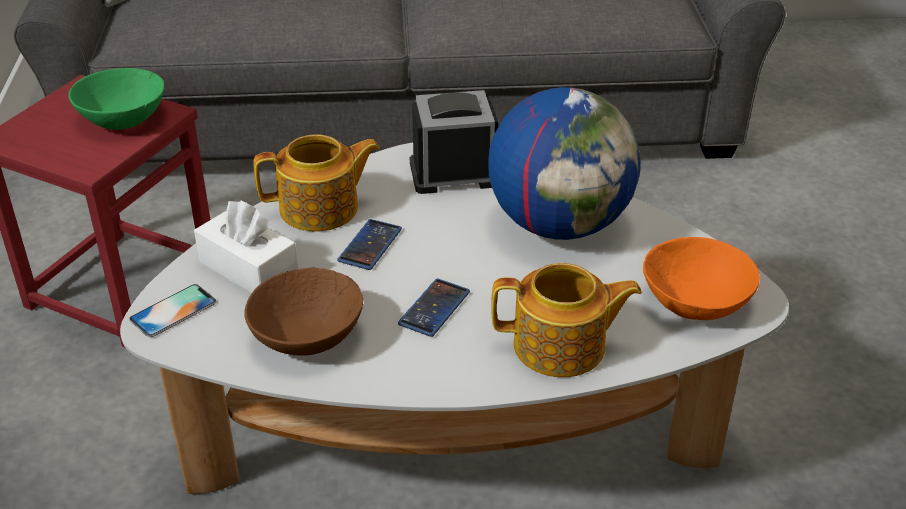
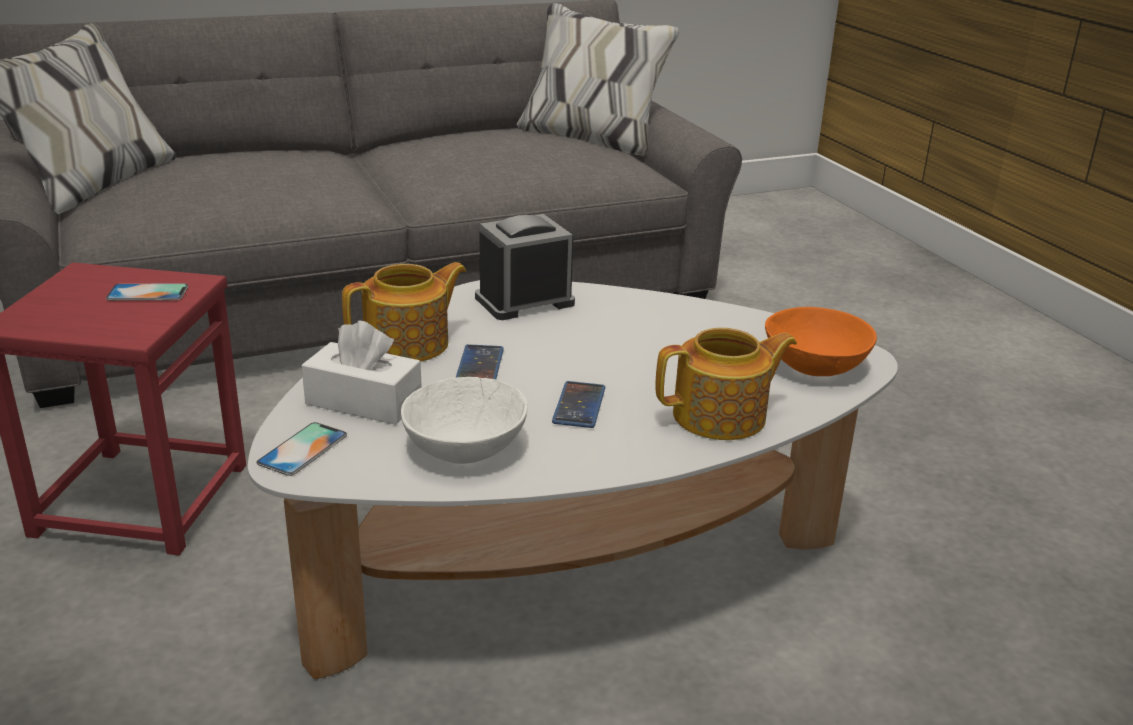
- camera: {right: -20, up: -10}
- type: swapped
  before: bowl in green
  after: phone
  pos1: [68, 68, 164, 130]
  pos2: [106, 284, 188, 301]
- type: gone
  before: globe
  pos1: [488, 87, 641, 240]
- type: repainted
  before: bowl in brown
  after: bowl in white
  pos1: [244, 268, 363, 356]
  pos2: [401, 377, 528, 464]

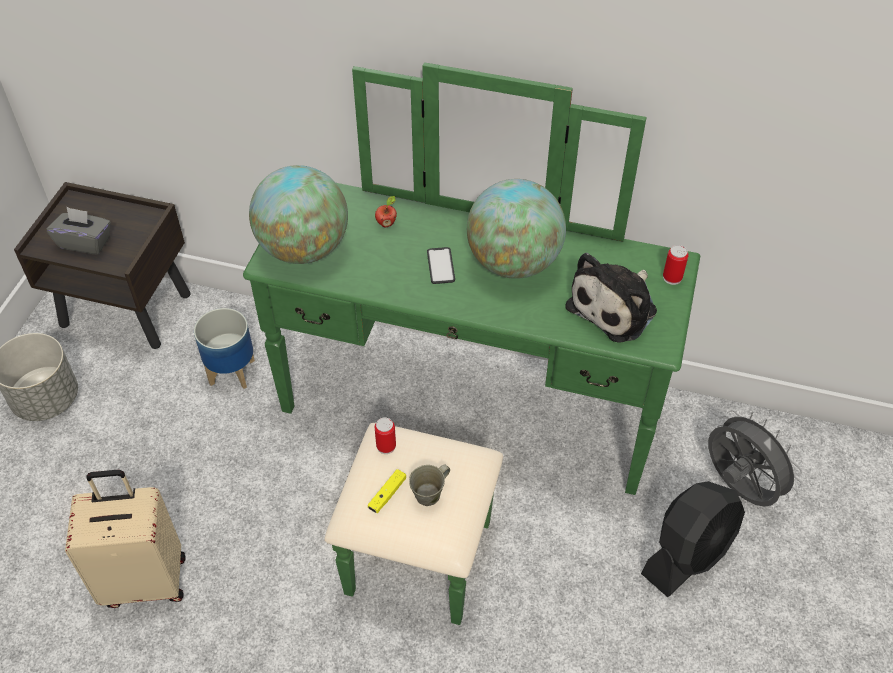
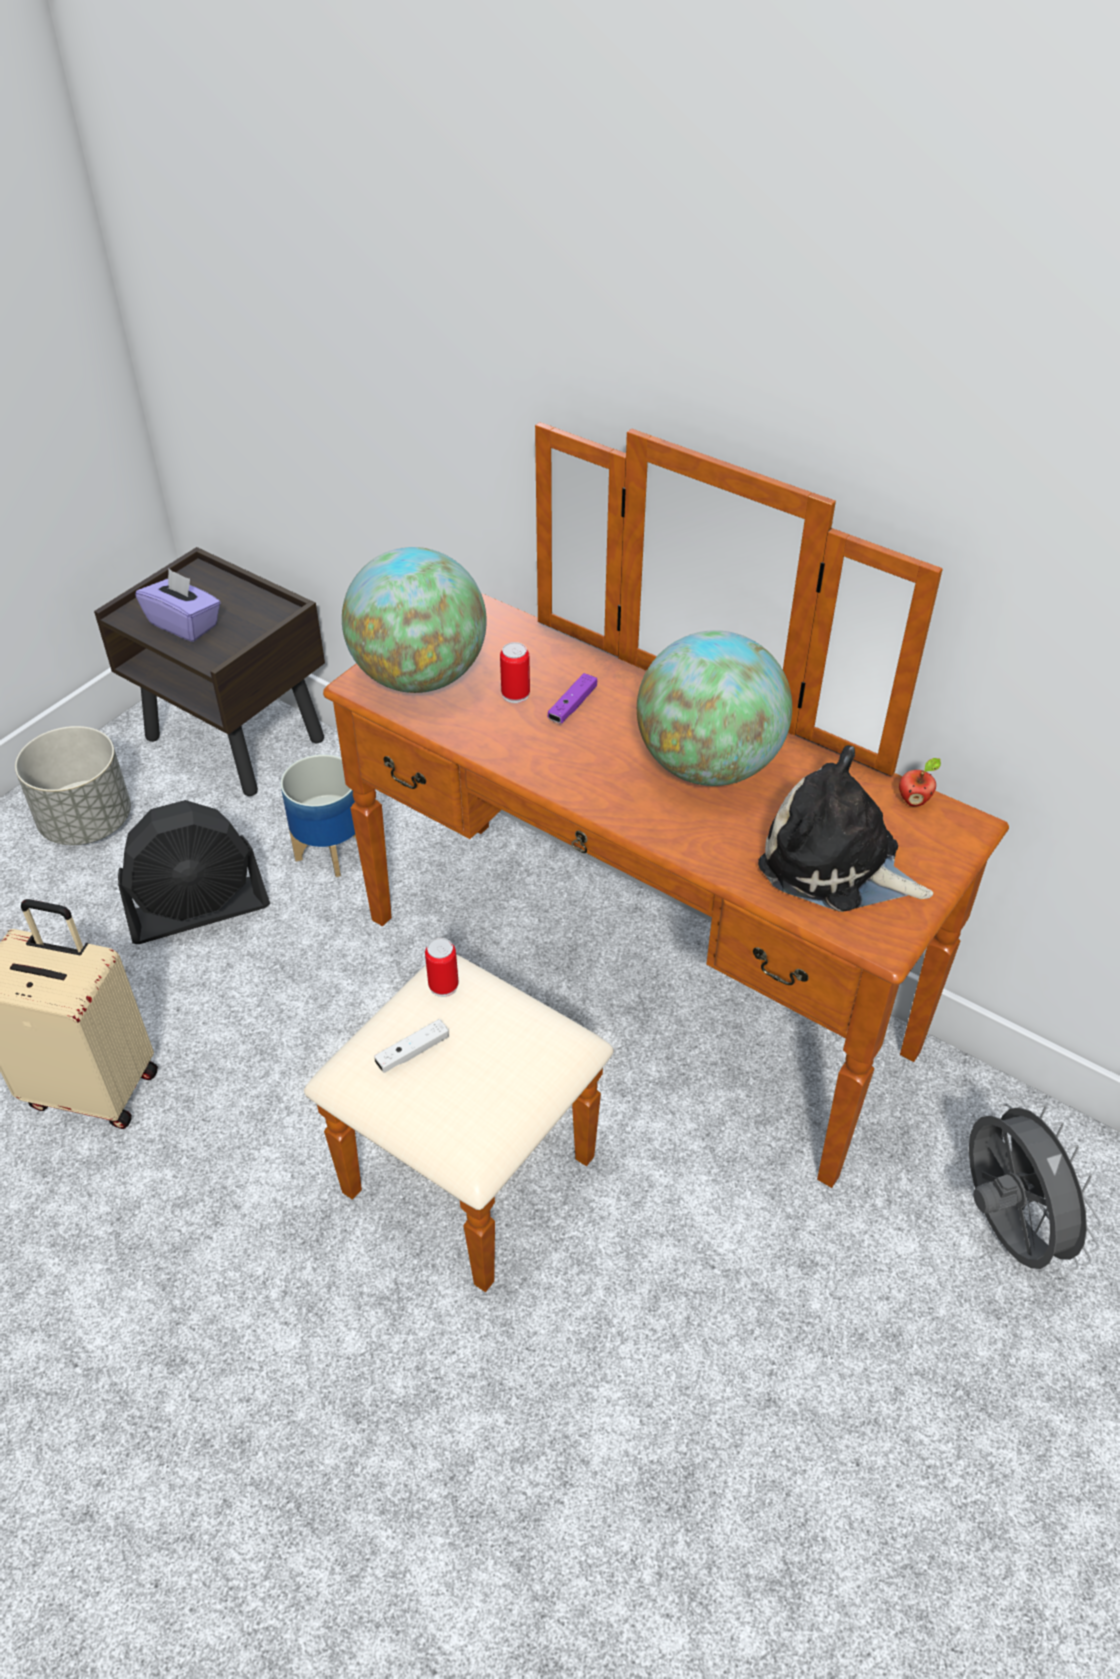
- camera: {right: 20, up: -5}
- type: repainted
  before: dresser in green
  after: dresser in brown
  pos1: [243, 62, 700, 625]
  pos2: [304, 422, 1009, 1292]
- type: shifted
  before: apple
  pos1: [375, 196, 397, 227]
  pos2: [899, 758, 941, 806]
- type: repainted
  before: tissue box in grey
  after: tissue box in purple
  pos1: [46, 207, 111, 255]
  pos2: [136, 568, 221, 642]
- type: shifted
  before: can
  pos1: [663, 245, 688, 285]
  pos2: [500, 642, 530, 703]
- type: gone
  before: phone
  pos1: [427, 247, 455, 284]
- type: rotated
  before: plush toy
  pos1: [565, 253, 657, 343]
  pos2: [758, 745, 933, 912]
  turn: 60
- type: gone
  before: mug in grey
  pos1: [409, 464, 450, 506]
- type: repainted
  before: game controller in yellow
  after: game controller in white
  pos1: [368, 469, 406, 513]
  pos2: [374, 1019, 449, 1073]
- type: shifted
  before: fan in black
  pos1: [641, 481, 745, 597]
  pos2: [118, 800, 270, 944]
- type: new
  after: game controller in purple
  pos2: [548, 673, 597, 723]

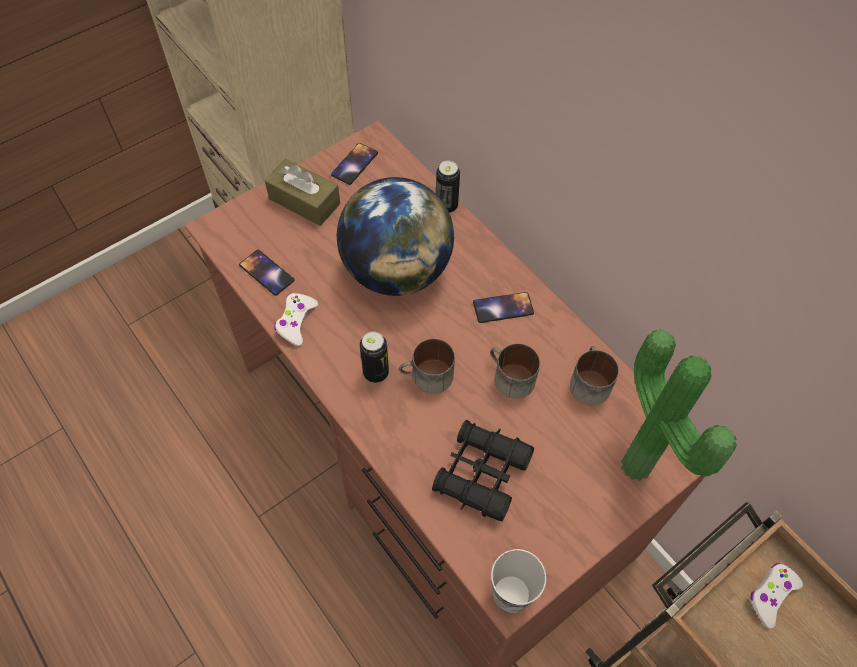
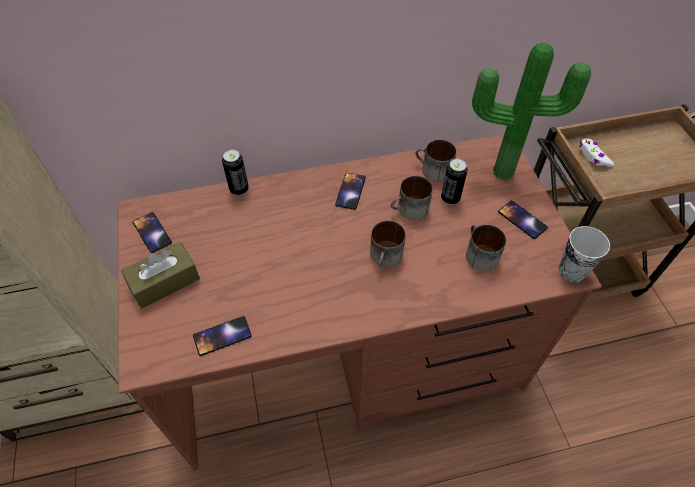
- camera: {right: -65, up: -5}
- type: gone
  before: globe
  pos1: [337, 177, 454, 296]
- type: gone
  before: game controller in white
  pos1: [274, 293, 318, 346]
- type: shifted
  before: can
  pos1: [360, 331, 389, 383]
  pos2: [441, 159, 468, 205]
- type: swapped
  before: binoculars in black
  after: mug
  pos1: [432, 420, 534, 521]
  pos2: [466, 225, 506, 271]
- type: new
  after: phone
  pos2: [498, 201, 548, 239]

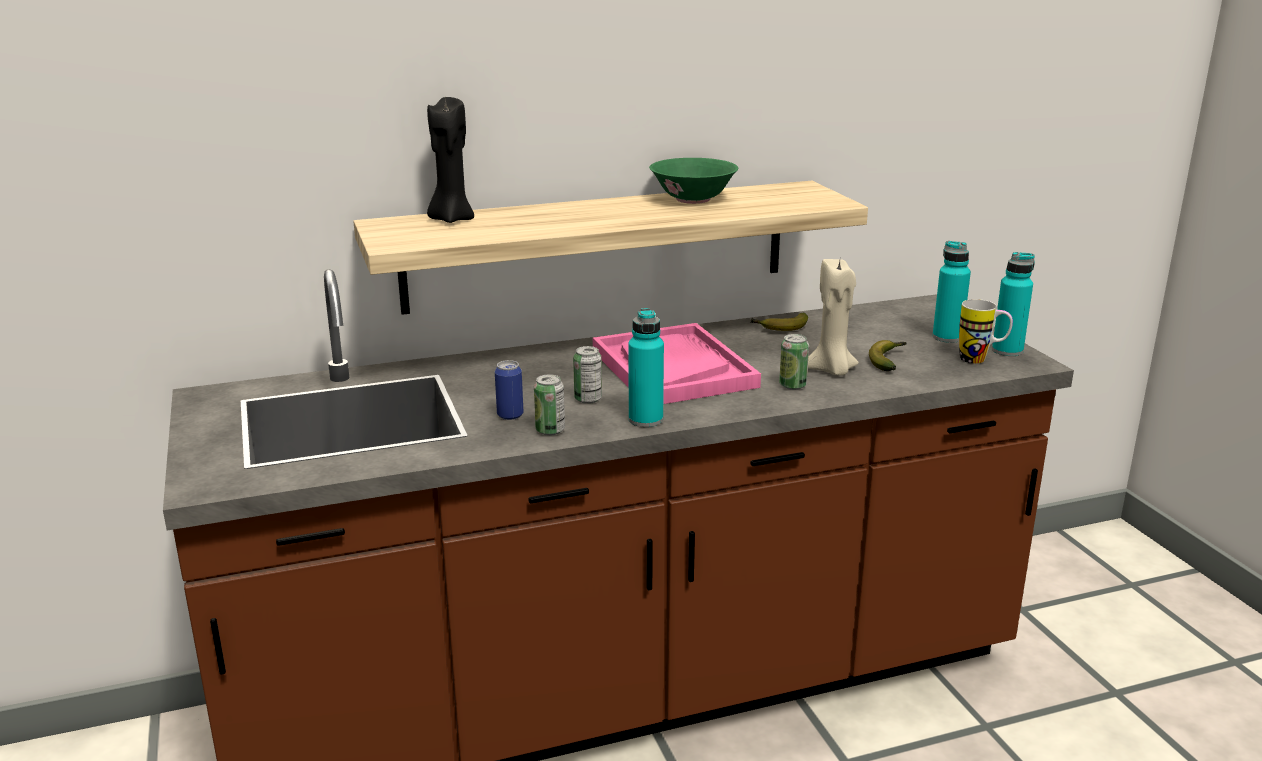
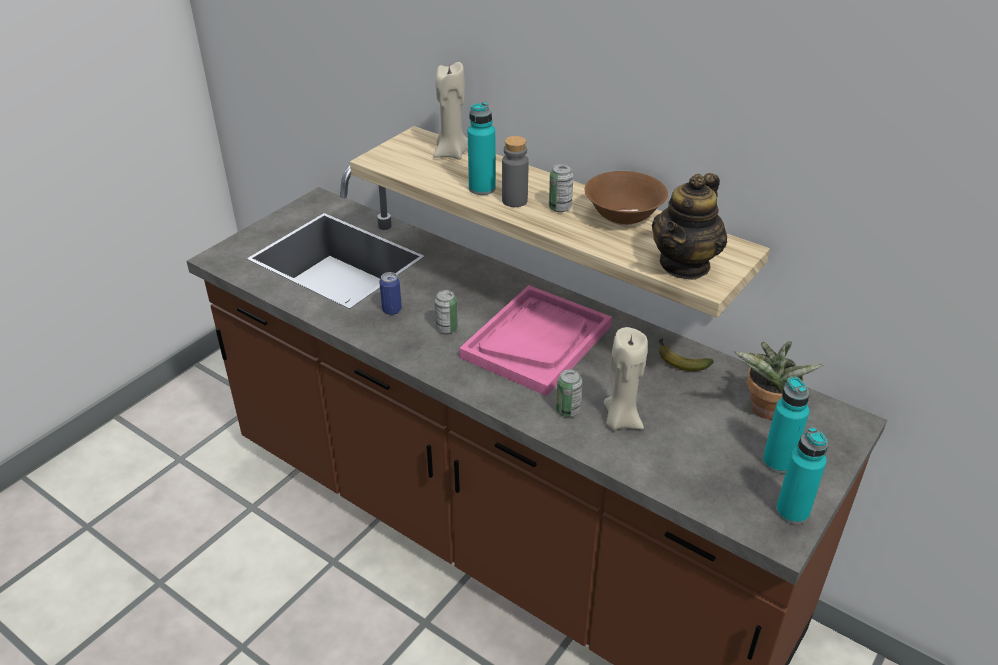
- camera: {right: 55, up: 15}
- type: repainted
  before: candle in black
  after: candle in beige
  pos1: [427, 97, 474, 223]
  pos2: [433, 62, 468, 160]
- type: repainted
  before: bowl in green
  after: bowl in brown
  pos1: [649, 158, 739, 204]
  pos2: [585, 171, 668, 225]
- type: gone
  before: mug
  pos1: [959, 299, 1013, 364]
- type: shifted
  before: bottle in turquoise
  pos1: [628, 308, 664, 427]
  pos2: [468, 102, 496, 195]
- type: gone
  before: banana
  pos1: [869, 340, 907, 371]
- type: shifted
  before: can
  pos1: [534, 374, 565, 436]
  pos2: [549, 164, 574, 212]
- type: new
  after: bottle in grey
  pos2: [502, 136, 529, 207]
- type: new
  after: teapot
  pos2: [652, 173, 727, 280]
- type: new
  after: potted plant
  pos2: [734, 341, 824, 420]

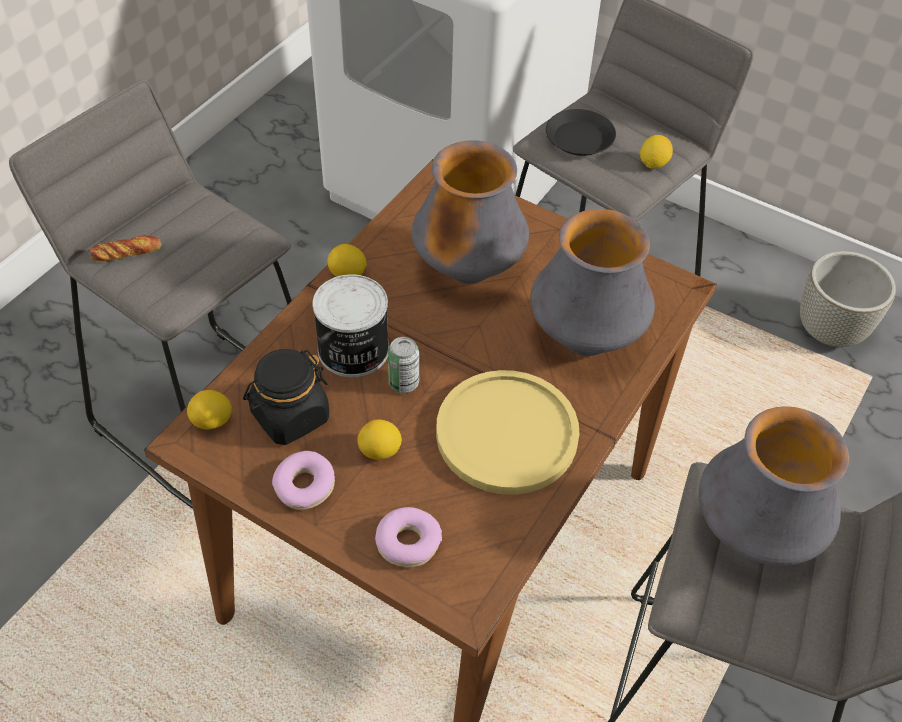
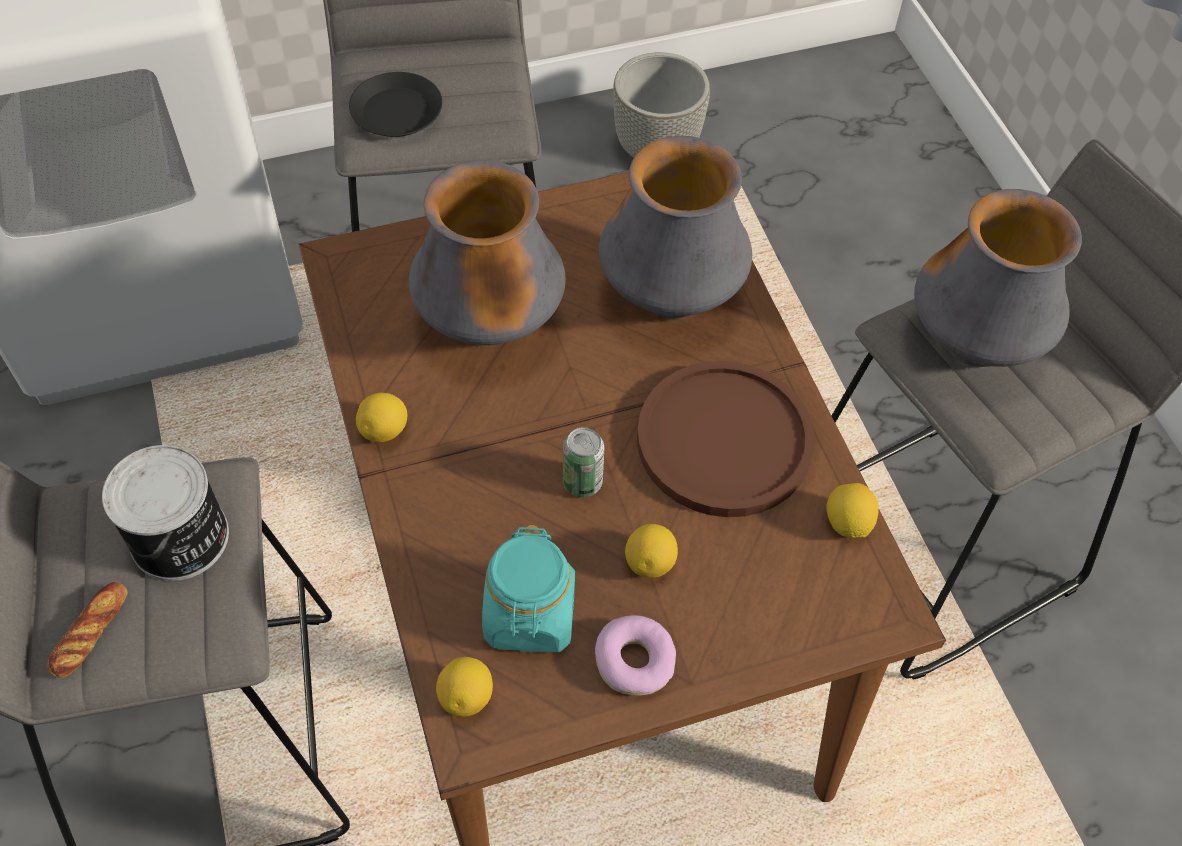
- camera: {right: -50, up: 5}
- type: shifted
  before: lemon
  pos1: [640, 135, 673, 169]
  pos2: [826, 483, 879, 538]
- type: shifted
  before: can
  pos1: [312, 274, 389, 377]
  pos2: [102, 445, 229, 581]
- type: repainted
  before: jar in black
  after: jar in turquoise
  pos1: [243, 349, 330, 445]
  pos2: [482, 525, 575, 652]
- type: repainted
  before: plate in yellow
  after: plate in brown
  pos1: [436, 370, 579, 495]
  pos2: [637, 361, 815, 517]
- type: gone
  before: donut
  pos1: [375, 507, 442, 567]

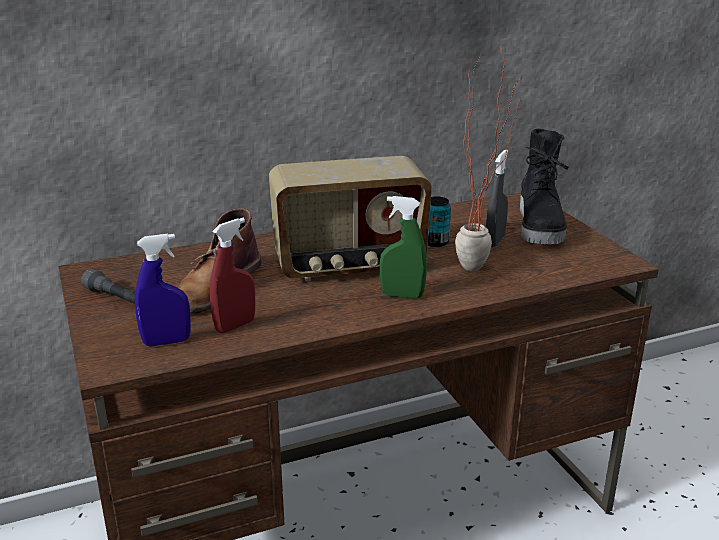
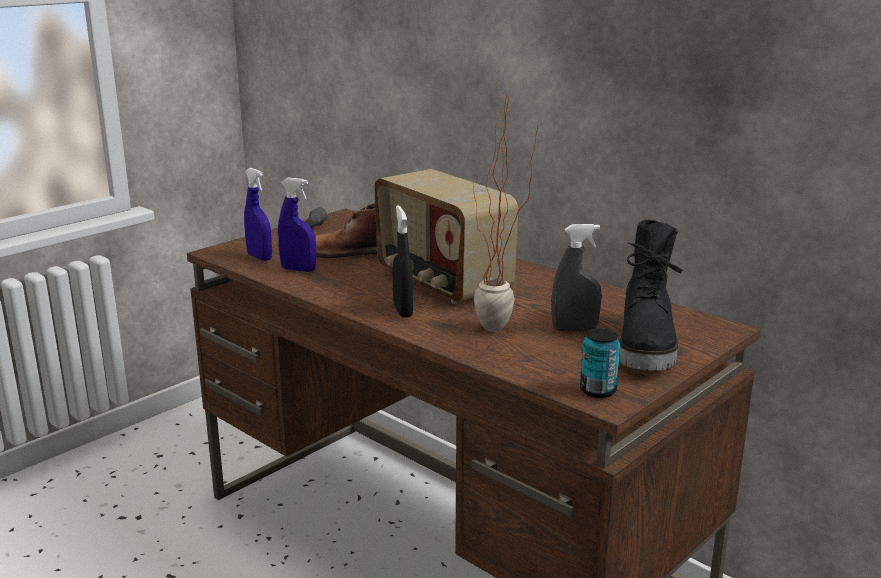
- camera: {right: 65, up: -5}
- type: rotated
  before: boot in black
  pos1: [520, 129, 569, 244]
  pos2: [619, 220, 683, 371]
  turn: -60
- type: repainted
  before: spray bottle in green
  after: spray bottle in black
  pos1: [380, 196, 427, 299]
  pos2: [393, 205, 413, 318]
- type: shifted
  before: can
  pos1: [428, 197, 451, 247]
  pos2: [580, 328, 620, 398]
- type: repainted
  before: spray bottle in red
  after: spray bottle in blue
  pos1: [210, 218, 255, 333]
  pos2: [278, 178, 316, 272]

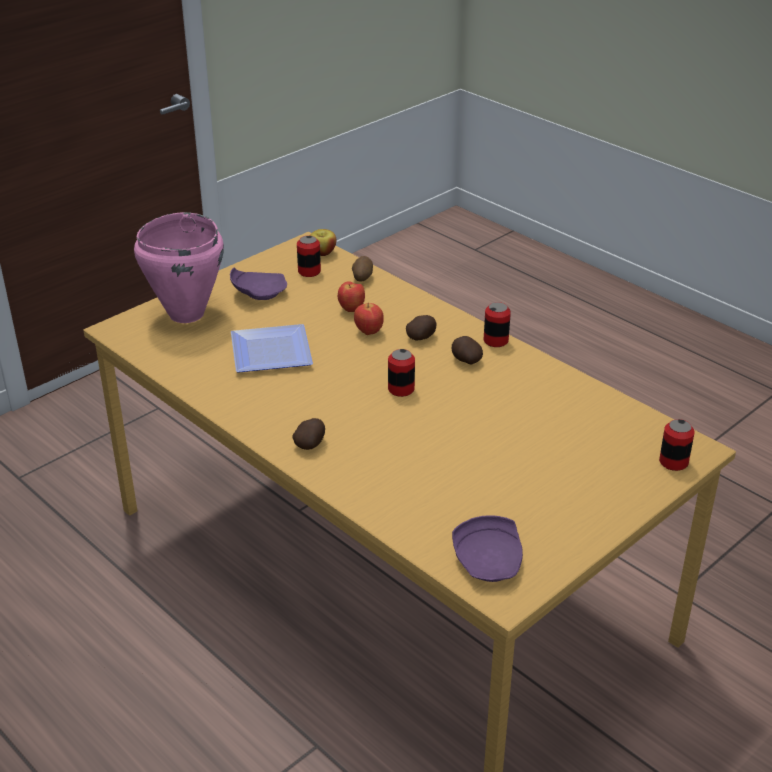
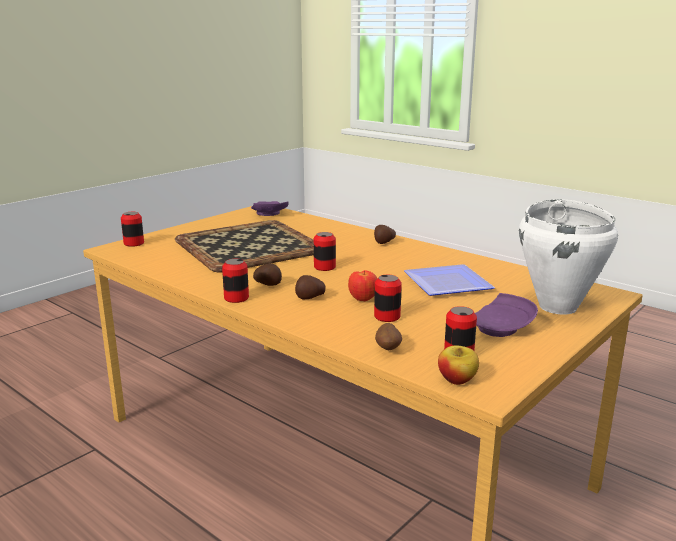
- camera: {right: 175, up: -15}
- type: repainted
  before: cooking pot in pink
  after: cooking pot in white
  pos1: [134, 212, 224, 323]
  pos2: [519, 199, 618, 315]
- type: swapped
  before: apple
  after: can
  pos1: [338, 281, 365, 312]
  pos2: [374, 275, 402, 322]
- type: new
  after: tray
  pos2: [175, 220, 314, 273]

